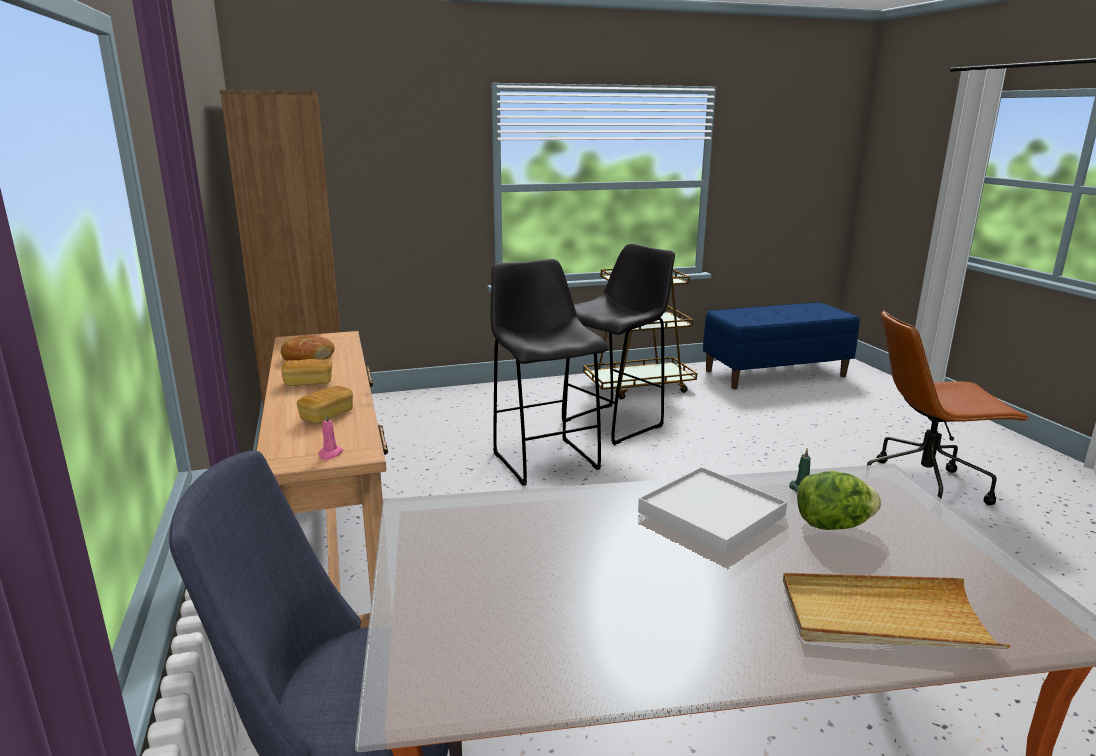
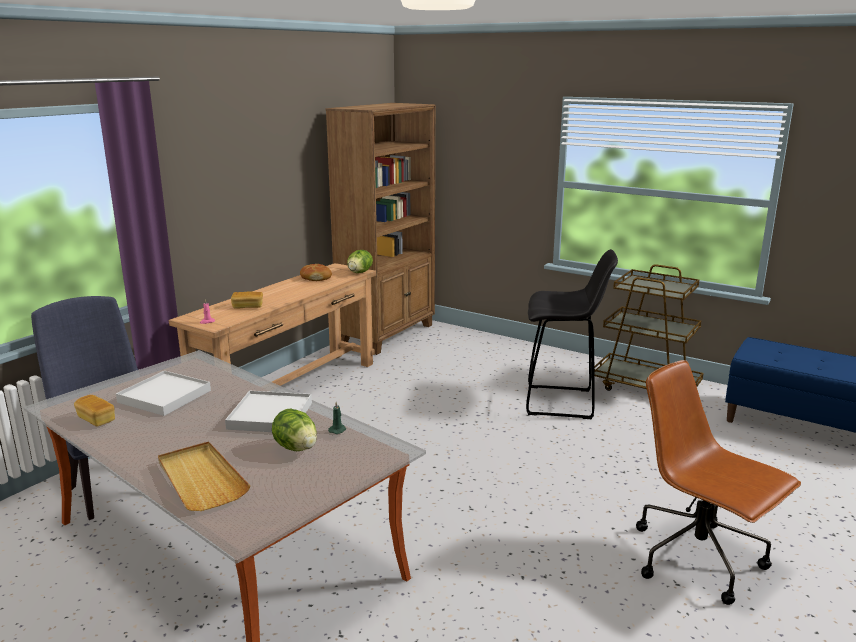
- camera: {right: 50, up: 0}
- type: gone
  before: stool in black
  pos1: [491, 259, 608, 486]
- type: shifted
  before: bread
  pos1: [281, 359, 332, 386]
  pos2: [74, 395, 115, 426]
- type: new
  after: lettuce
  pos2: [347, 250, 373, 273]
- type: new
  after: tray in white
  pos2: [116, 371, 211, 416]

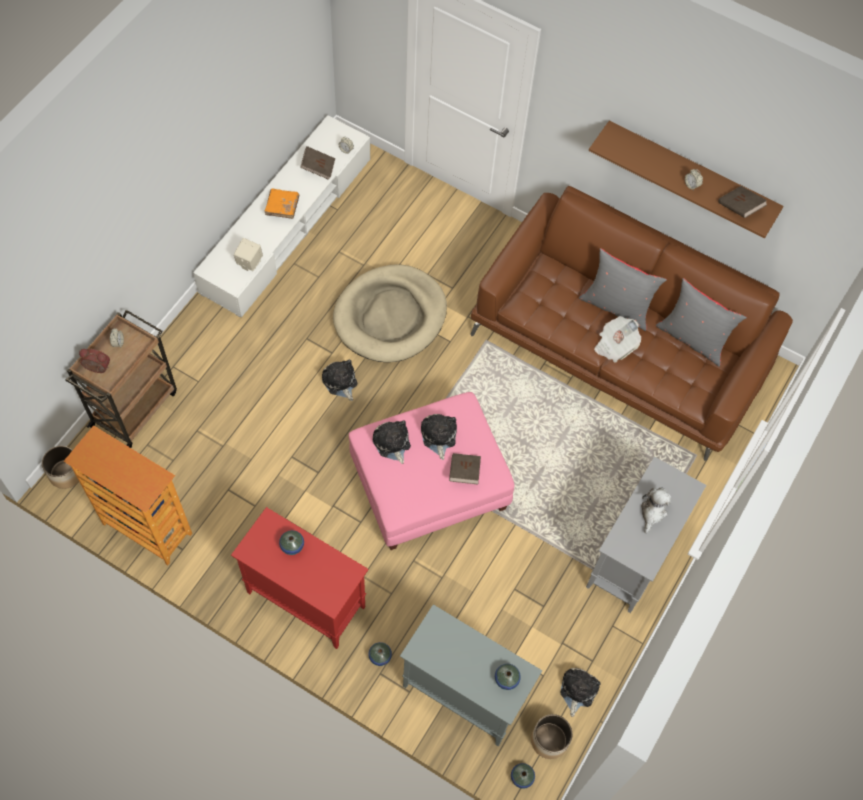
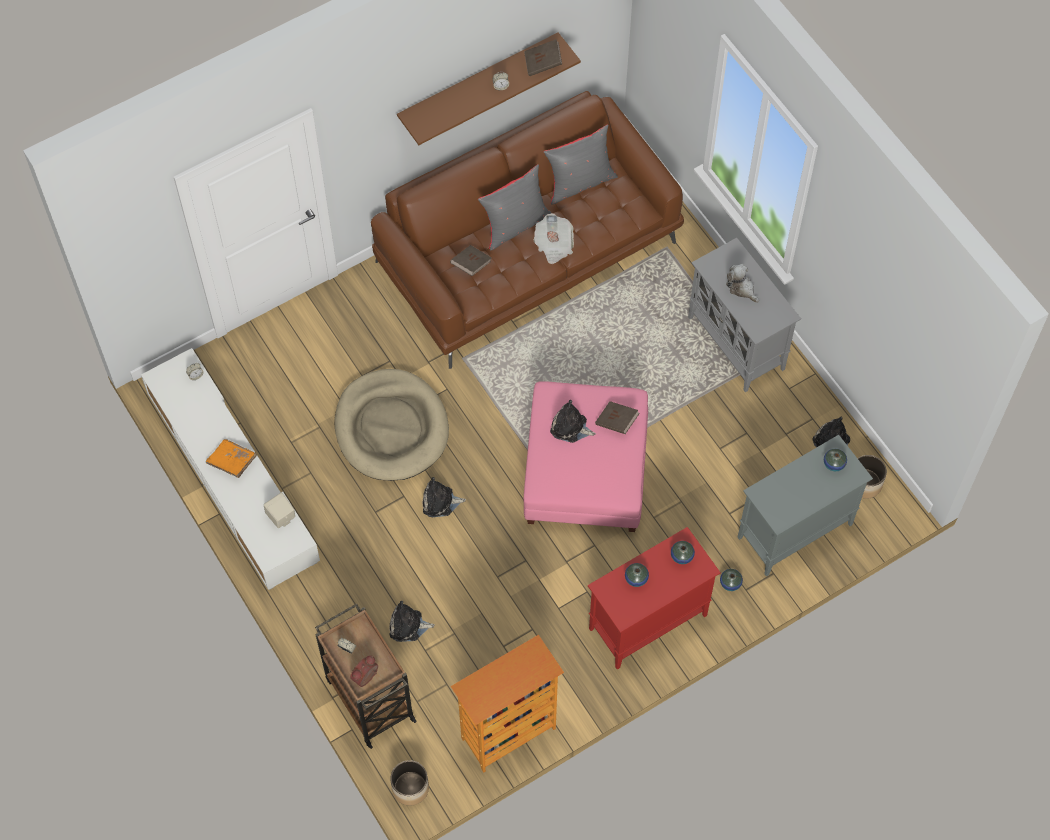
- camera: {right: -60, up: 0}
- type: shifted
  before: book in brown
  pos1: [300, 146, 335, 180]
  pos2: [450, 245, 492, 276]
- type: shifted
  before: plush toy
  pos1: [373, 420, 411, 464]
  pos2: [389, 601, 435, 642]
- type: shifted
  before: vase
  pos1: [511, 763, 535, 789]
  pos2: [671, 541, 695, 564]

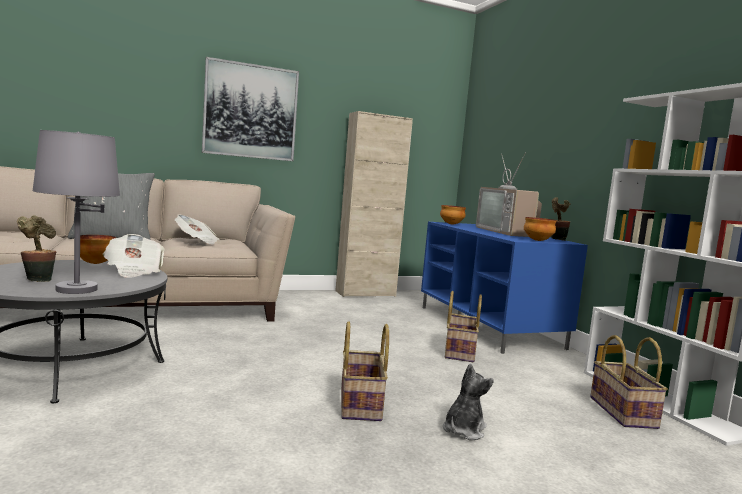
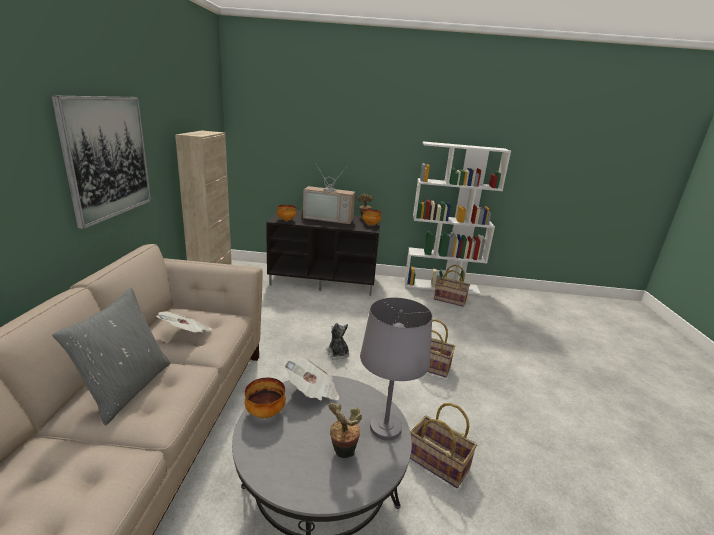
- camera: {right: -65, up: 15}
- type: repainted
  before: tv stand in blue
  after: tv stand in black
  pos1: [421, 222, 588, 354]
  pos2: [266, 210, 380, 296]
- type: shifted
  before: basket
  pos1: [445, 291, 482, 362]
  pos2: [410, 403, 477, 488]
- type: shifted
  before: plush toy
  pos1: [443, 363, 494, 440]
  pos2: [326, 323, 349, 360]

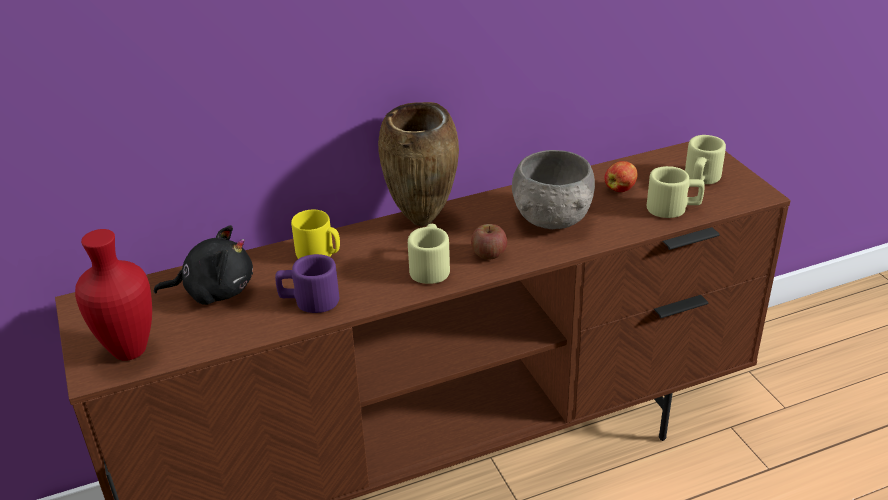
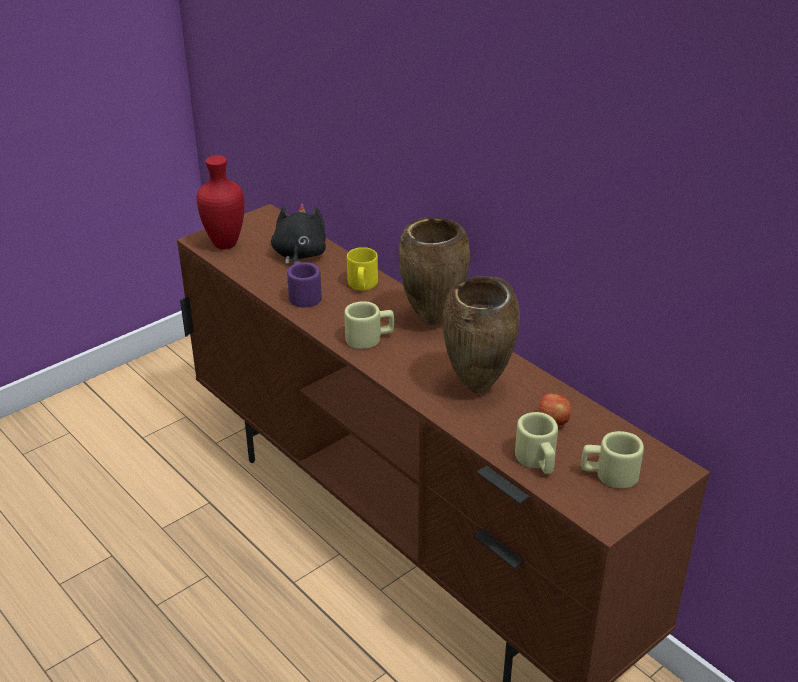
- camera: {right: 70, up: 0}
- type: swapped
  before: bowl in grey
  after: vase in brown
  pos1: [512, 150, 595, 229]
  pos2: [442, 276, 520, 393]
- type: gone
  before: apple
  pos1: [471, 224, 507, 260]
- type: rotated
  before: plush toy in black
  pos1: [154, 225, 253, 305]
  pos2: [271, 203, 326, 265]
  turn: -150

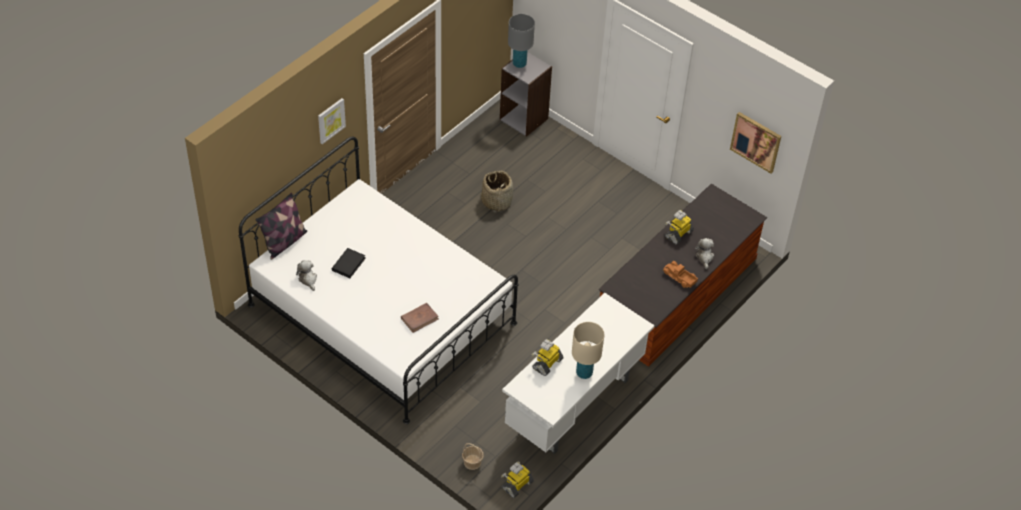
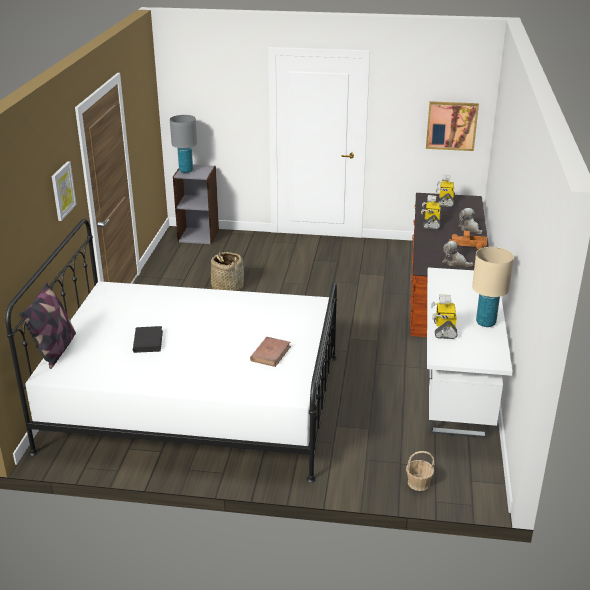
- camera: {right: -30, up: -20}
- type: shifted
  before: plush toy
  pos1: [296, 260, 317, 291]
  pos2: [443, 241, 473, 267]
- type: shifted
  before: toy robot
  pos1: [501, 461, 534, 498]
  pos2: [436, 175, 455, 207]

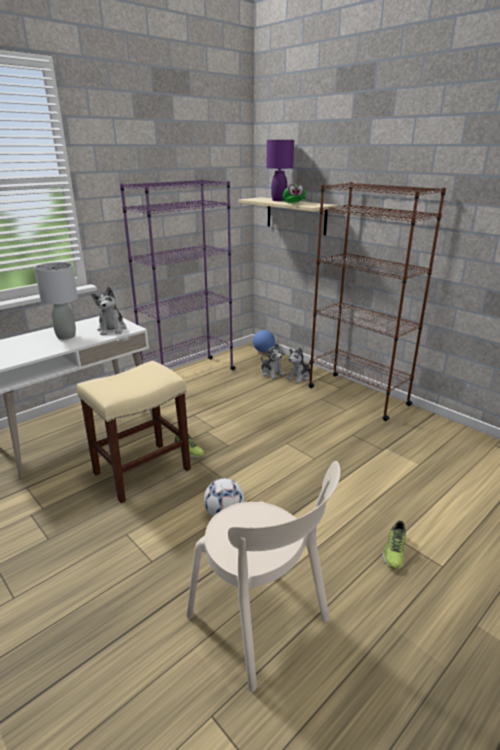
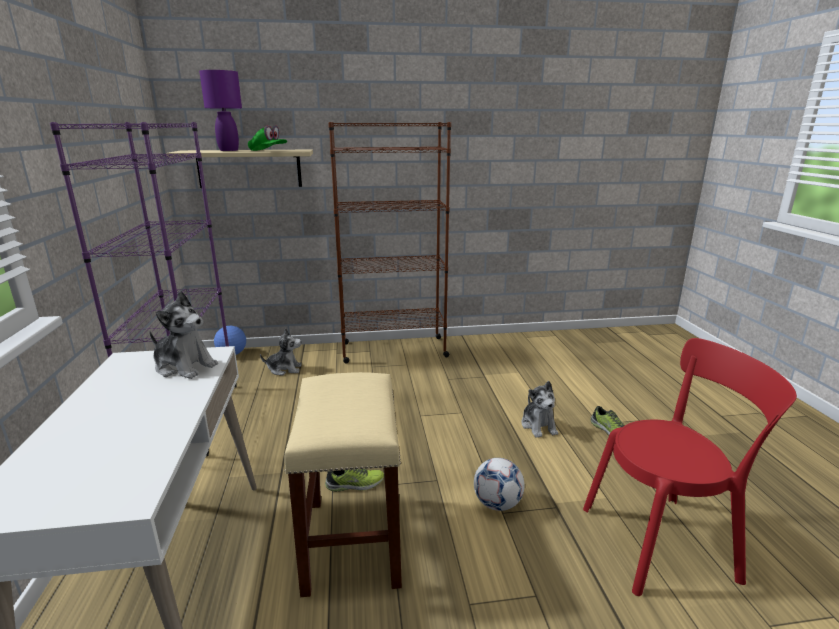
- camera: {right: -55, up: -5}
- type: gone
  before: table lamp in grey
  pos1: [34, 262, 78, 339]
- type: shifted
  before: plush toy
  pos1: [286, 347, 310, 383]
  pos2: [521, 381, 558, 438]
- type: repainted
  before: chair in beige
  after: chair in red
  pos1: [186, 461, 340, 692]
  pos2: [583, 338, 797, 596]

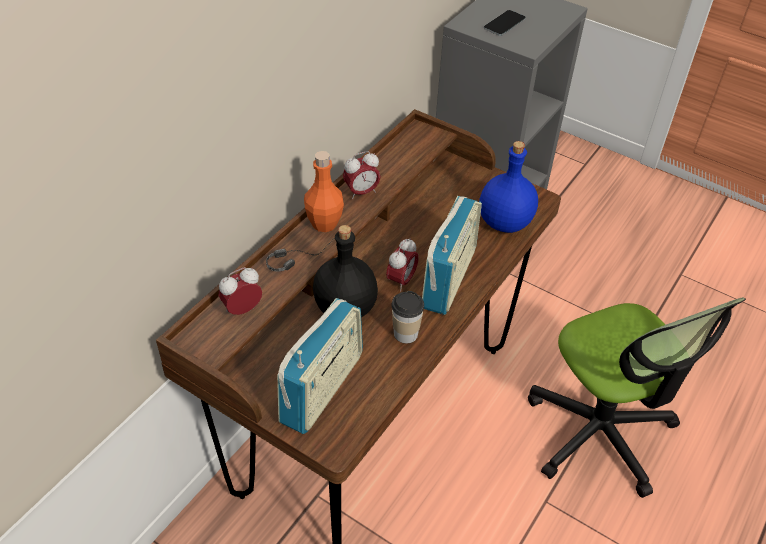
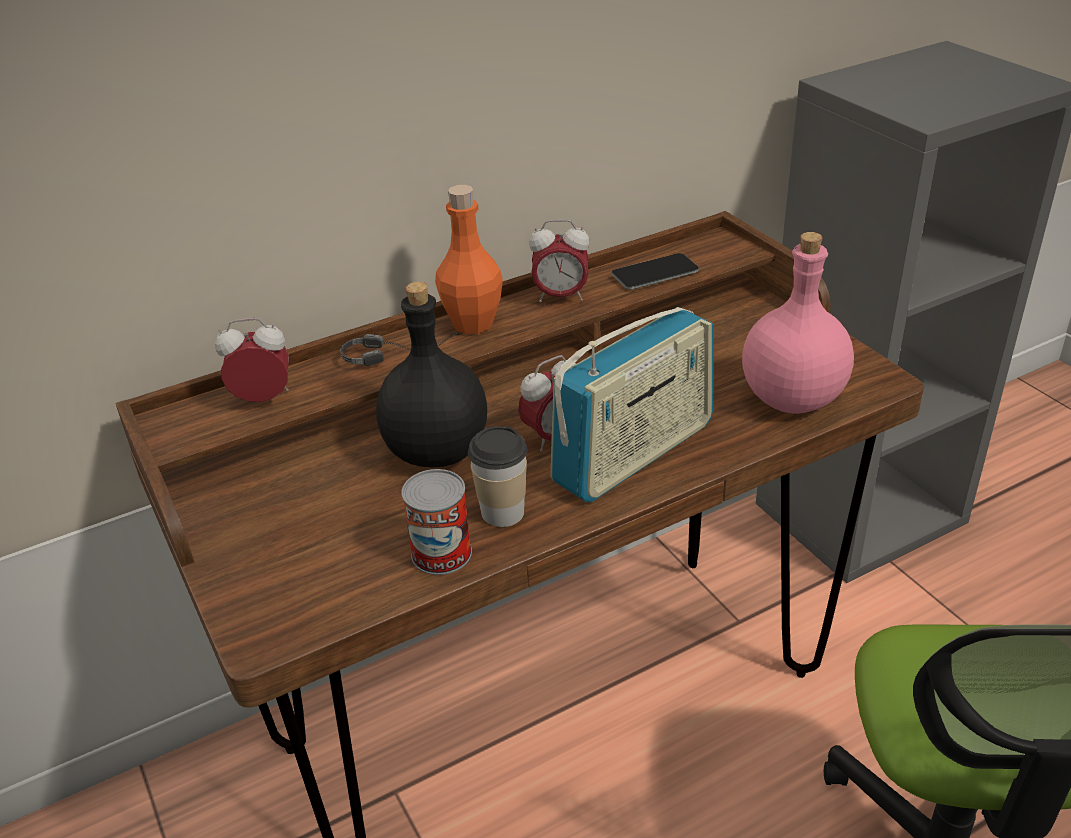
- camera: {right: 30, up: -10}
- type: shifted
  before: phone
  pos1: [484, 10, 526, 36]
  pos2: [612, 253, 699, 290]
- type: repainted
  before: bottle in blue
  after: bottle in pink
  pos1: [479, 141, 538, 233]
  pos2: [742, 232, 854, 414]
- type: gone
  before: radio
  pos1: [277, 298, 363, 434]
- type: new
  after: can
  pos2: [401, 469, 472, 575]

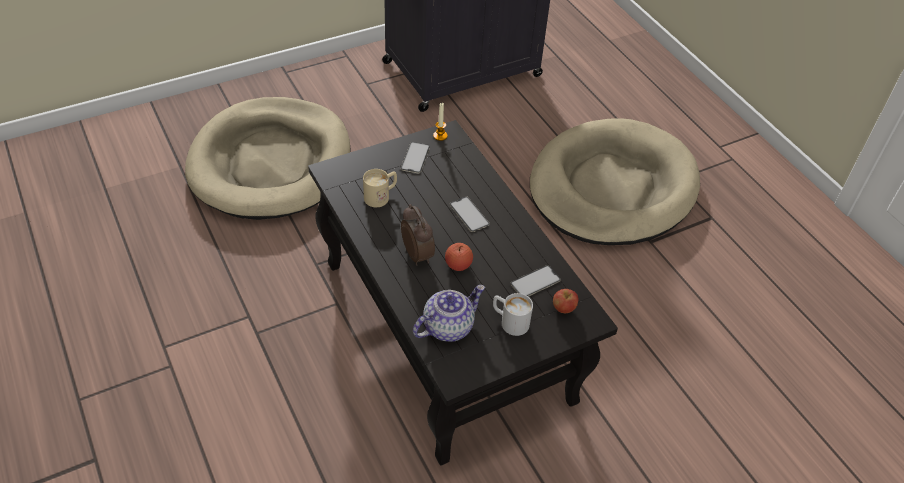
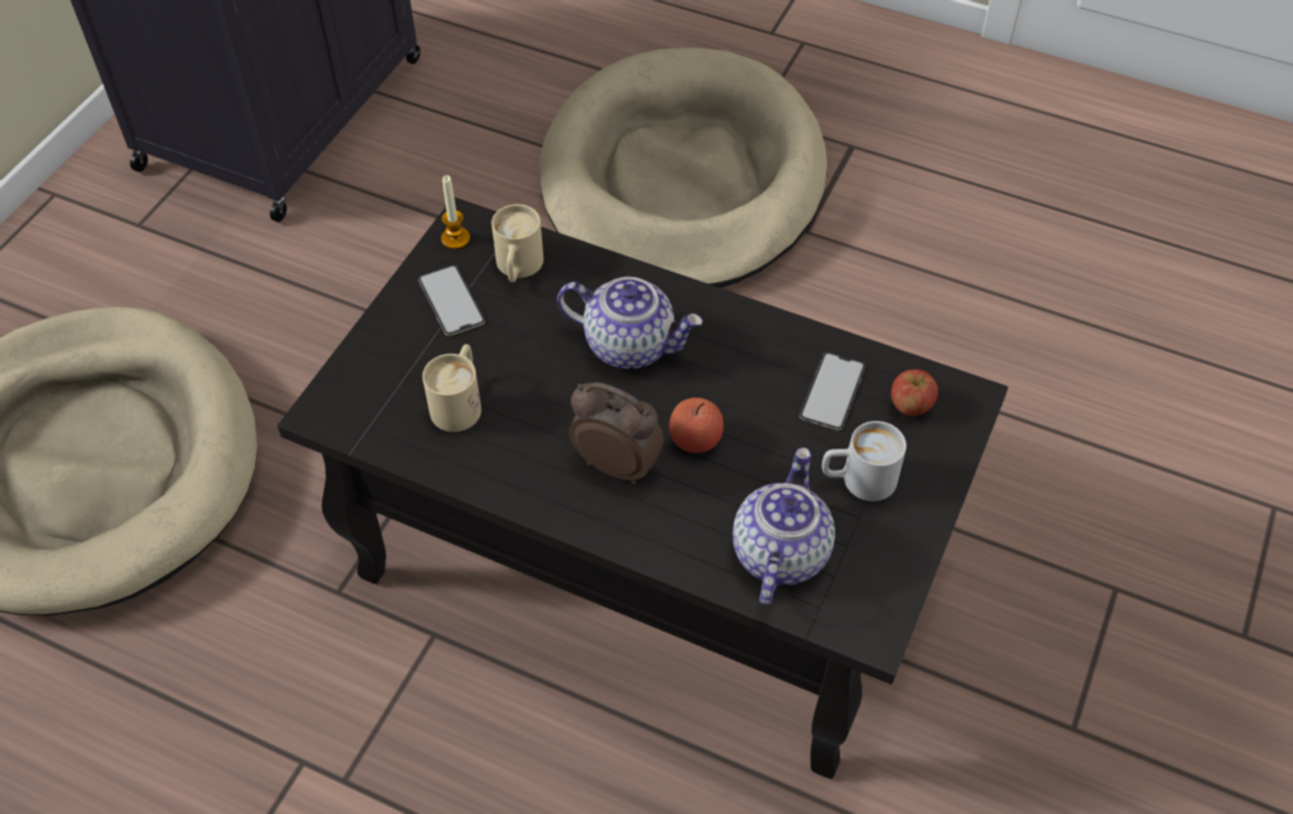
- camera: {right: -35, up: 5}
- type: swapped
  before: phone
  after: teapot
  pos1: [450, 197, 490, 232]
  pos2: [557, 277, 703, 369]
- type: new
  after: mug in beige
  pos2: [492, 204, 544, 283]

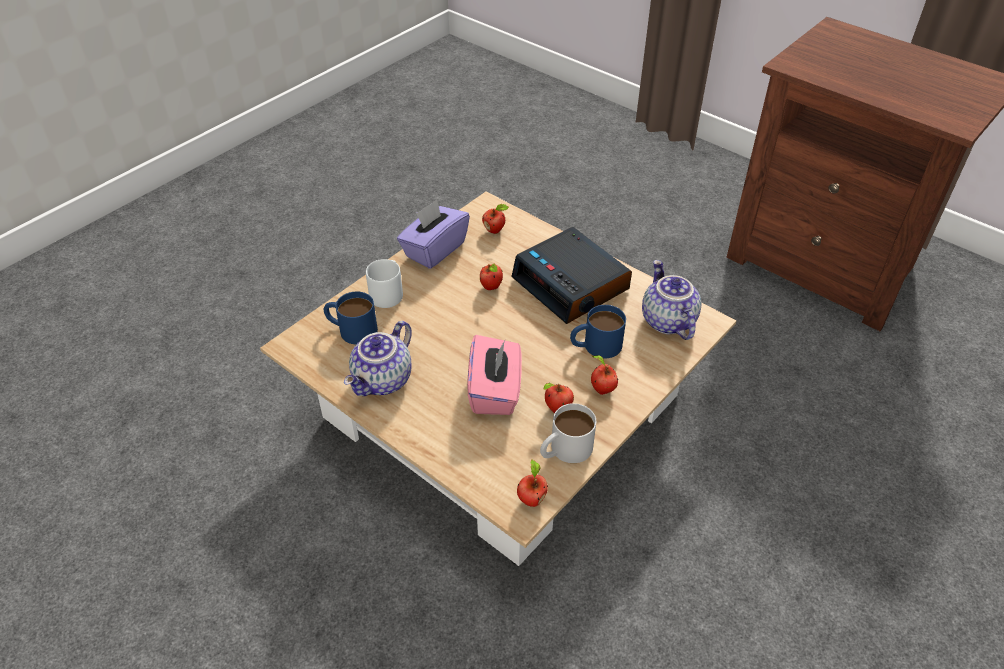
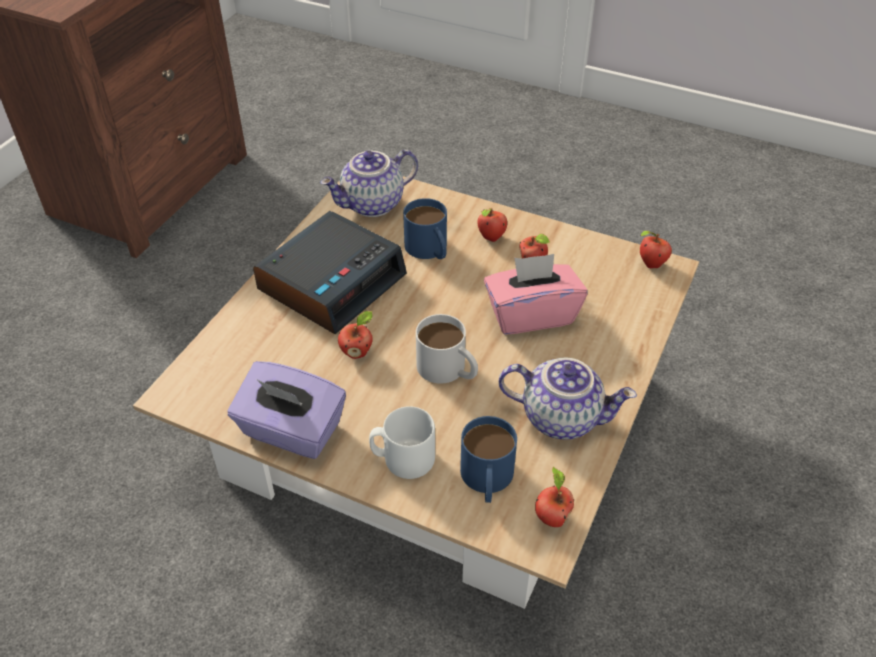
- camera: {right: -105, up: 0}
- type: shifted
  before: apple
  pos1: [482, 204, 509, 234]
  pos2: [535, 467, 574, 527]
- type: shifted
  before: mug in white
  pos1: [540, 403, 596, 463]
  pos2: [416, 314, 478, 384]

